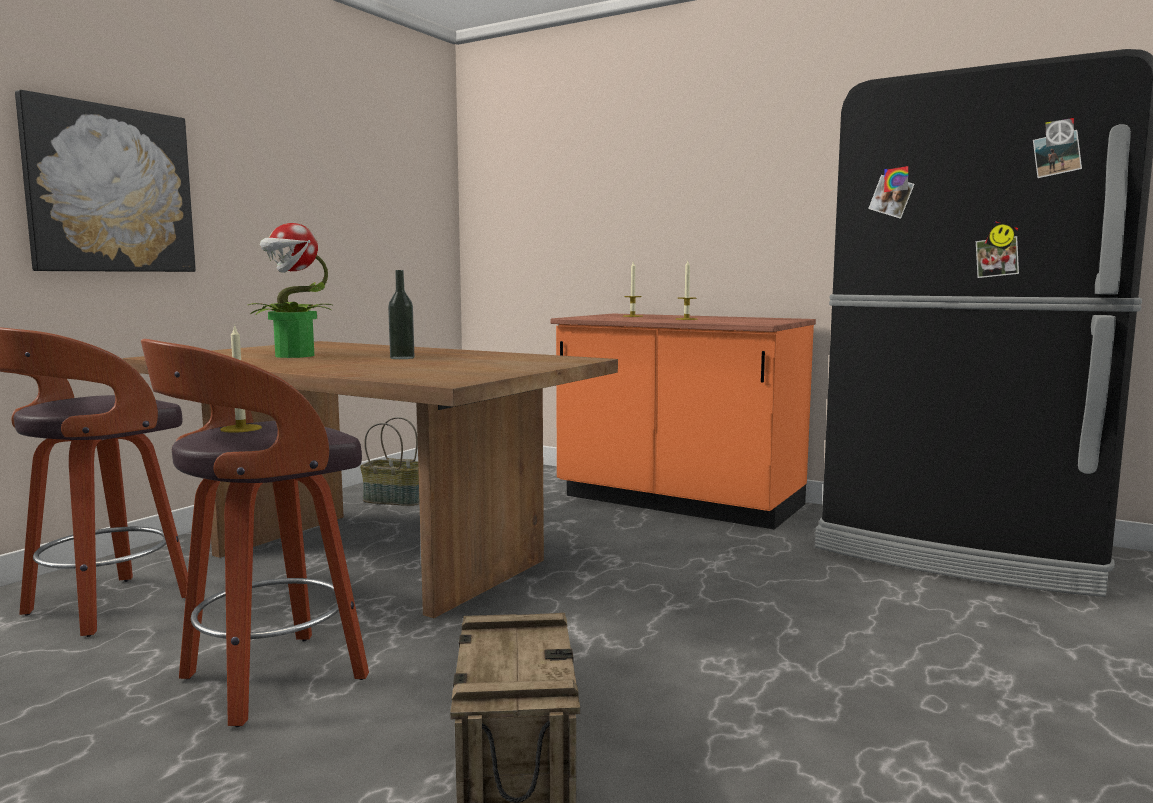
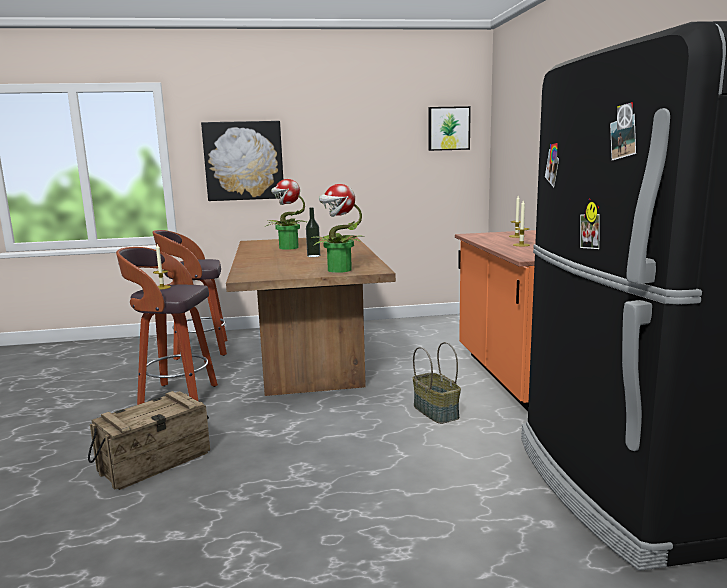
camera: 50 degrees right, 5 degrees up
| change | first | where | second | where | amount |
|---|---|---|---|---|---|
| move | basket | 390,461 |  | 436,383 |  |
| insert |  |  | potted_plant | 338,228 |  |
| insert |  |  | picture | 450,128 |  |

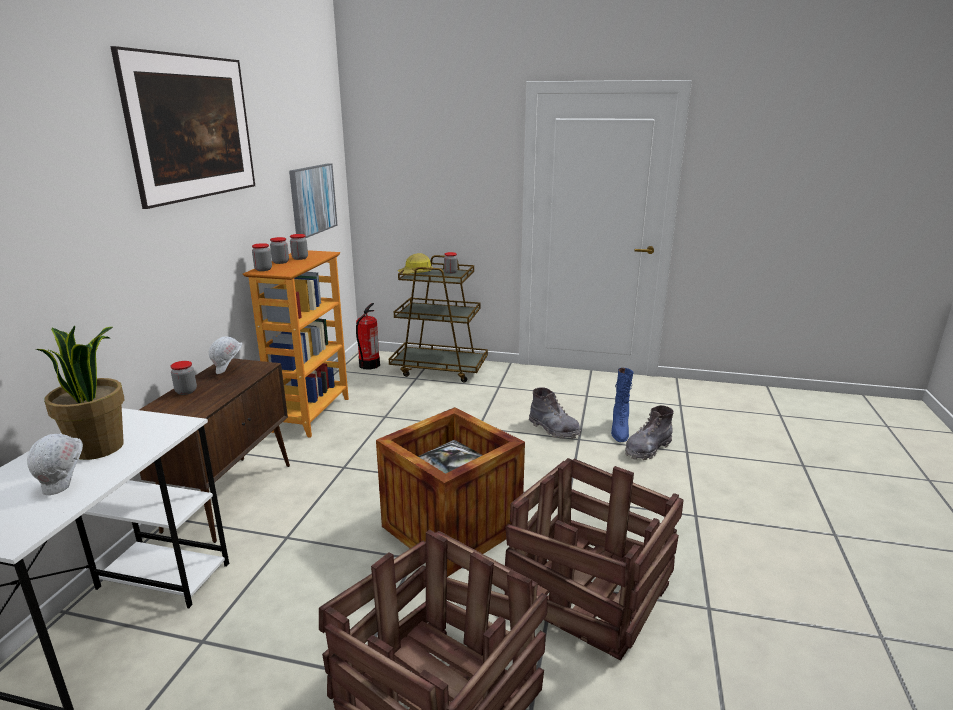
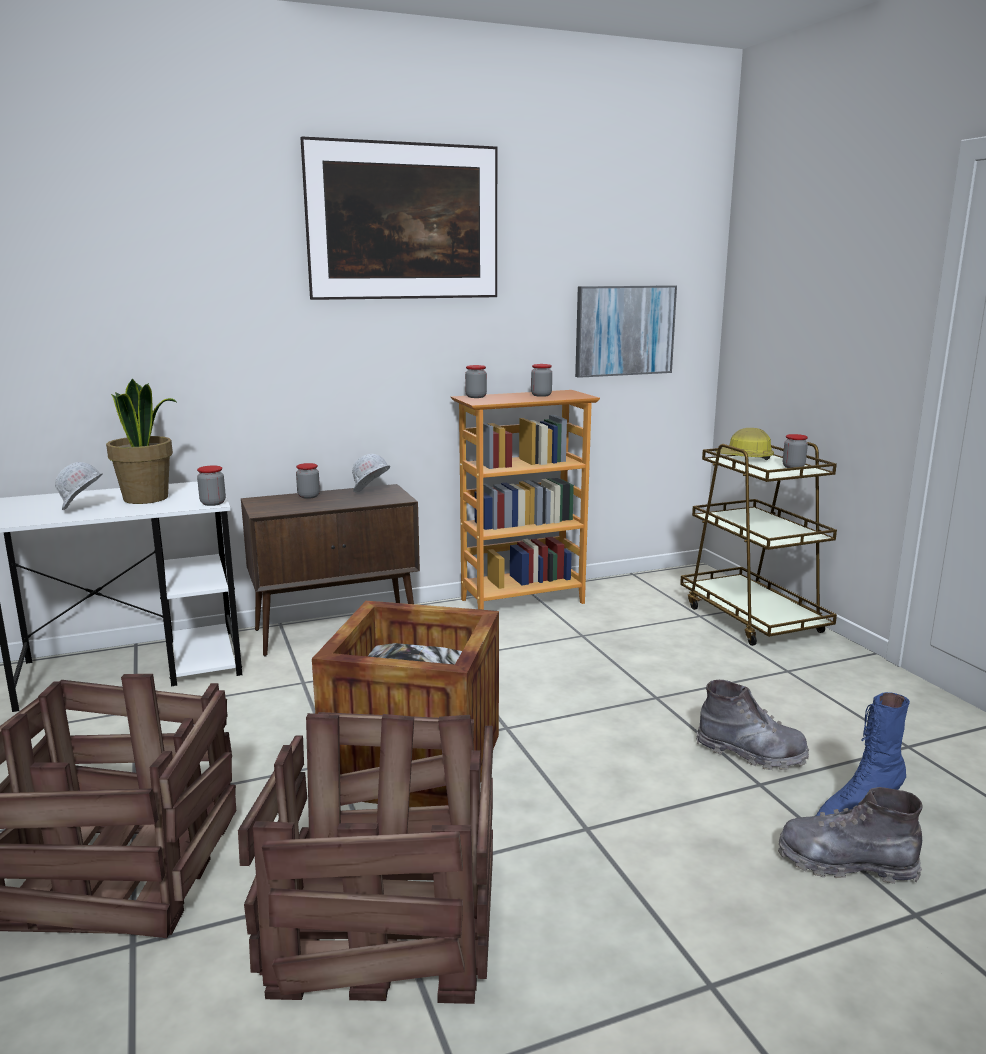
camera: 55 degrees right, 5 degrees down
| change | first | where | second | where | amount |
|---|---|---|---|---|---|
| move | jar | 279,250 |  | 211,485 |  |
| delete | fire_extinguisher | 368,336 |  |  |  |
| rotate | grey_boot | 555,413 |  | 752,725 | 75 degrees counterclockwise |

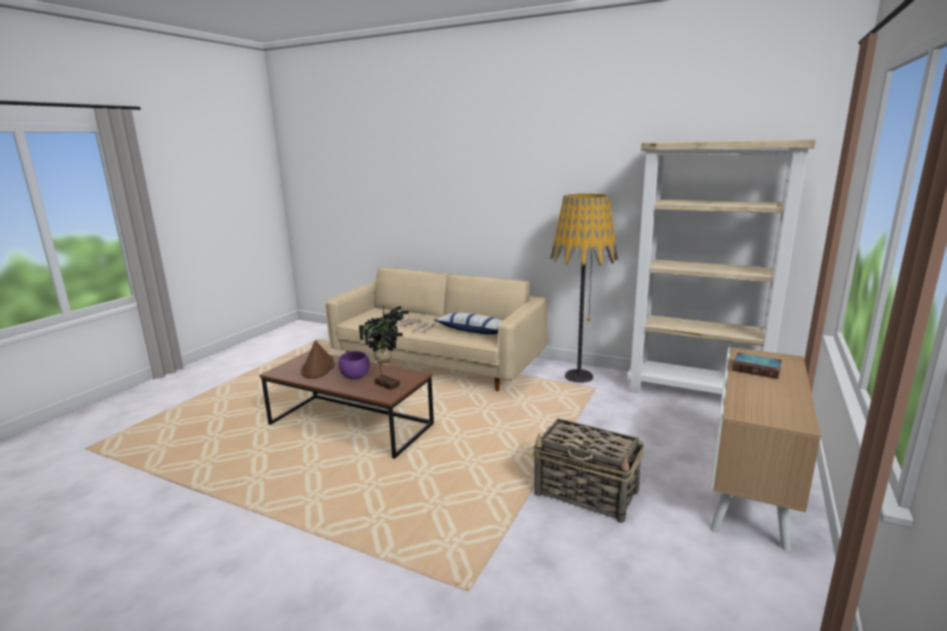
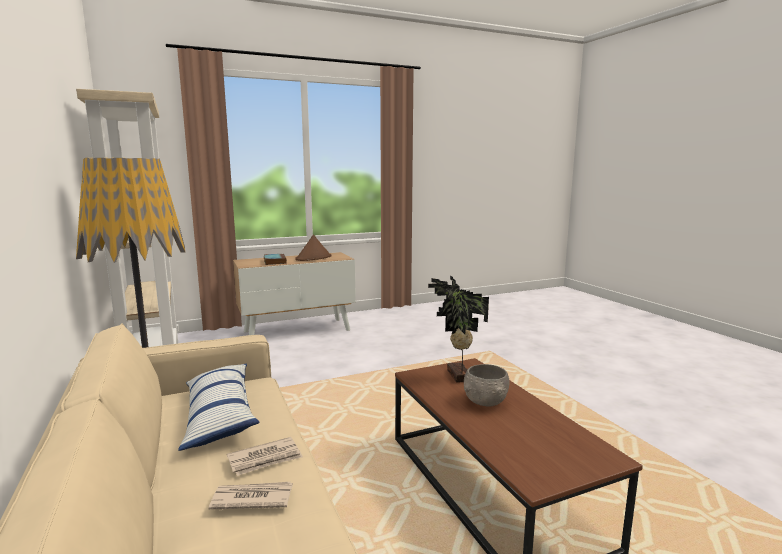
camera: 140 degrees left, 5 degrees down
| change | first | where | second | where | amount |
|---|---|---|---|---|---|
| move | brown_hat | 318,359 |  | 313,248 |  |
| recolor | purple_bowl | 354,365 | grey_bowl | 487,385 |  |
| delete | basket | 588,471 |  |  |  |

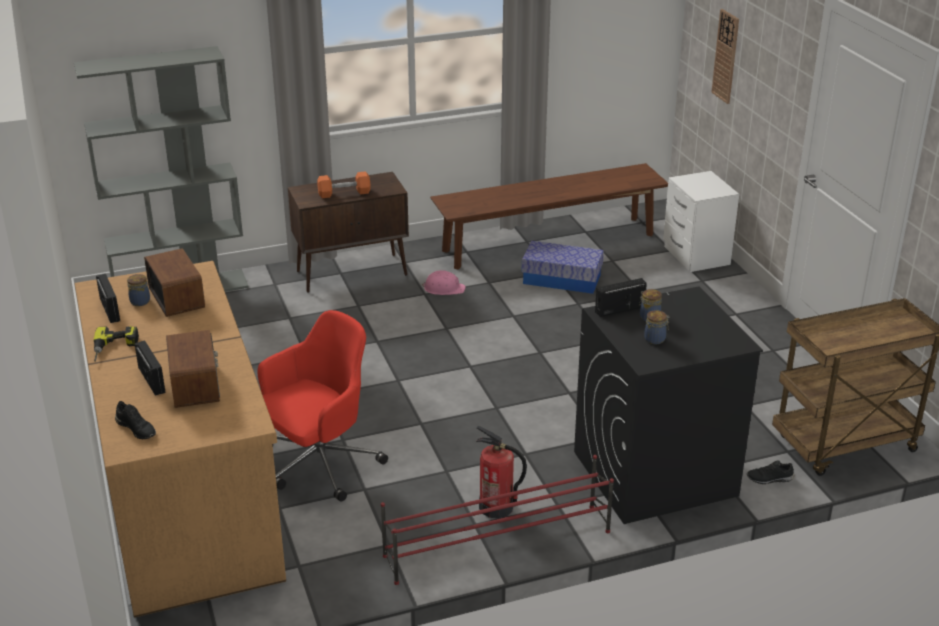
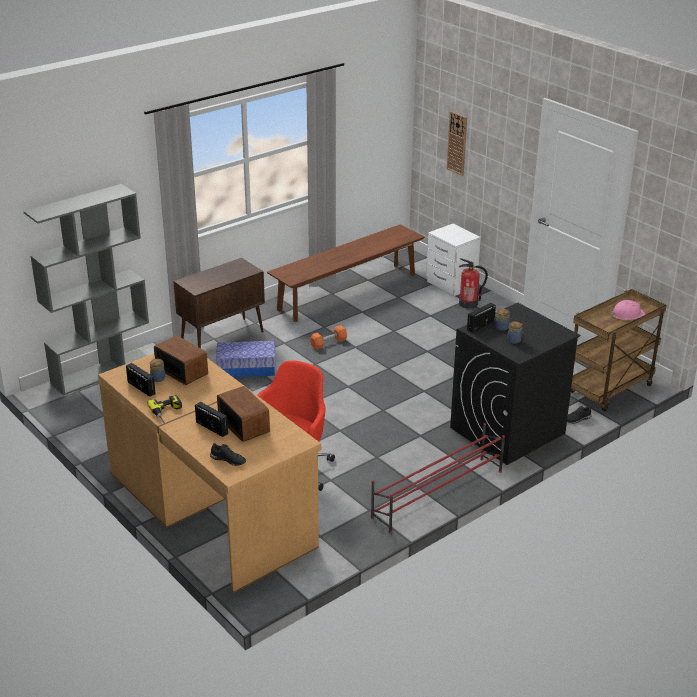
camera: 20 degrees left, 0 degrees up
| change | first | where | second | where | amount |
|---|---|---|---|---|---|
| move | orange_dumbbell | 344,184 |  | 328,337 |  |
| move | pink_hard_hat | 443,282 |  | 628,310 |  |
| move | fire_extinguisher | 501,472 |  | 473,283 |  |
| move | storage_box | 563,267 |  | 246,359 |  |

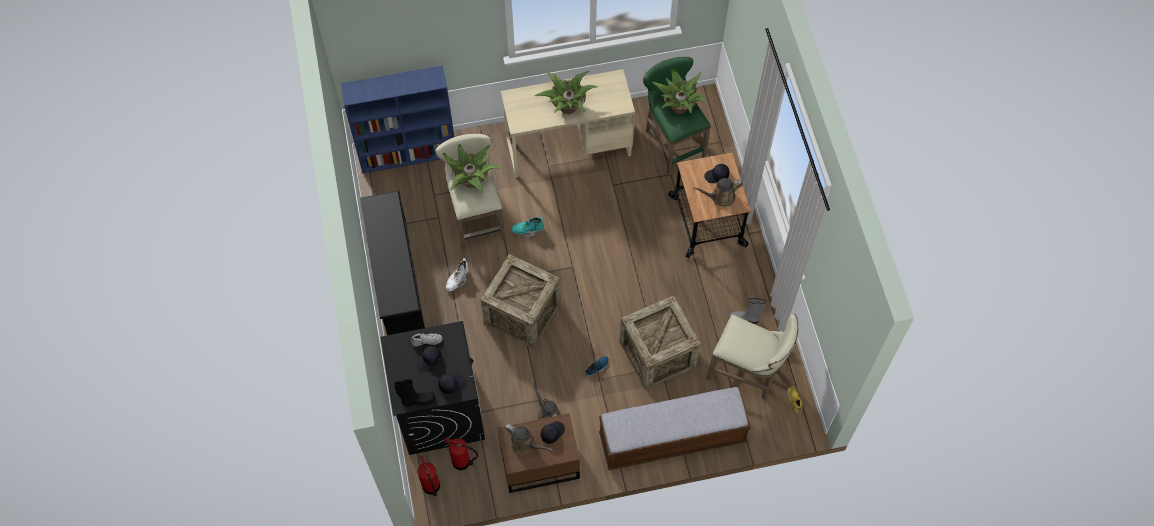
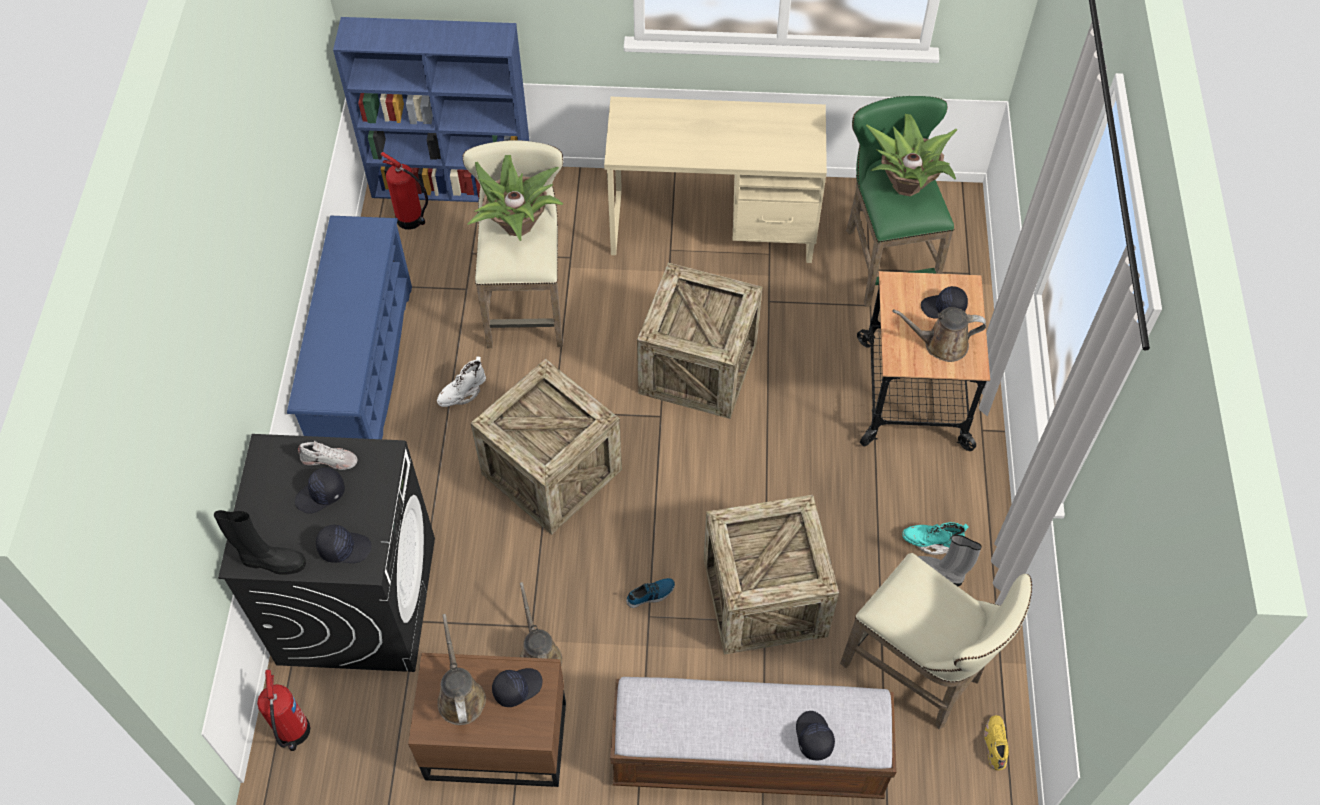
camera: 15 degrees right, 5 degrees down
| change | first | where | second | where | amount |
|---|---|---|---|---|---|
| recolor | black_shoe_rack | 392,263 | blue_shoe_rack | 349,327 |  |
| move | fire_extinguisher | 461,454 |  | 404,191 |  |
| rotate | brown_watering_can | 528,439 |  | 461,669 | 150 degrees counterclockwise |
| move | turquoise_boot | 527,227 |  | 935,538 |  |
| delete | potted_plant | 566,92 |  |  |  |
| insert |  |  | crate | 700,341 |  |
| insert |  |  | black_cap | 815,736 |  |

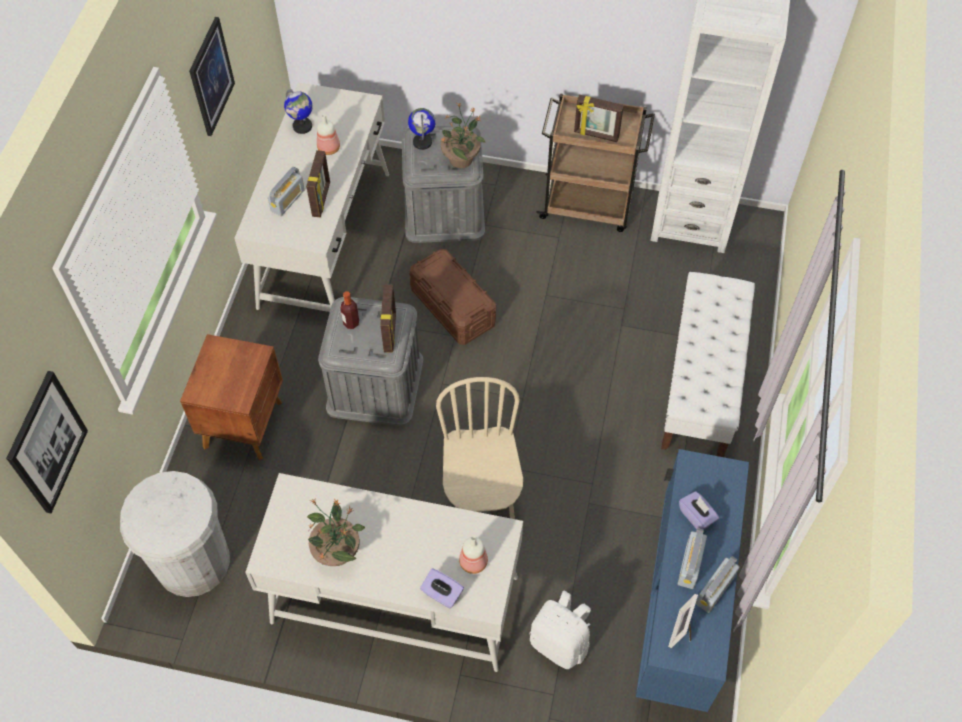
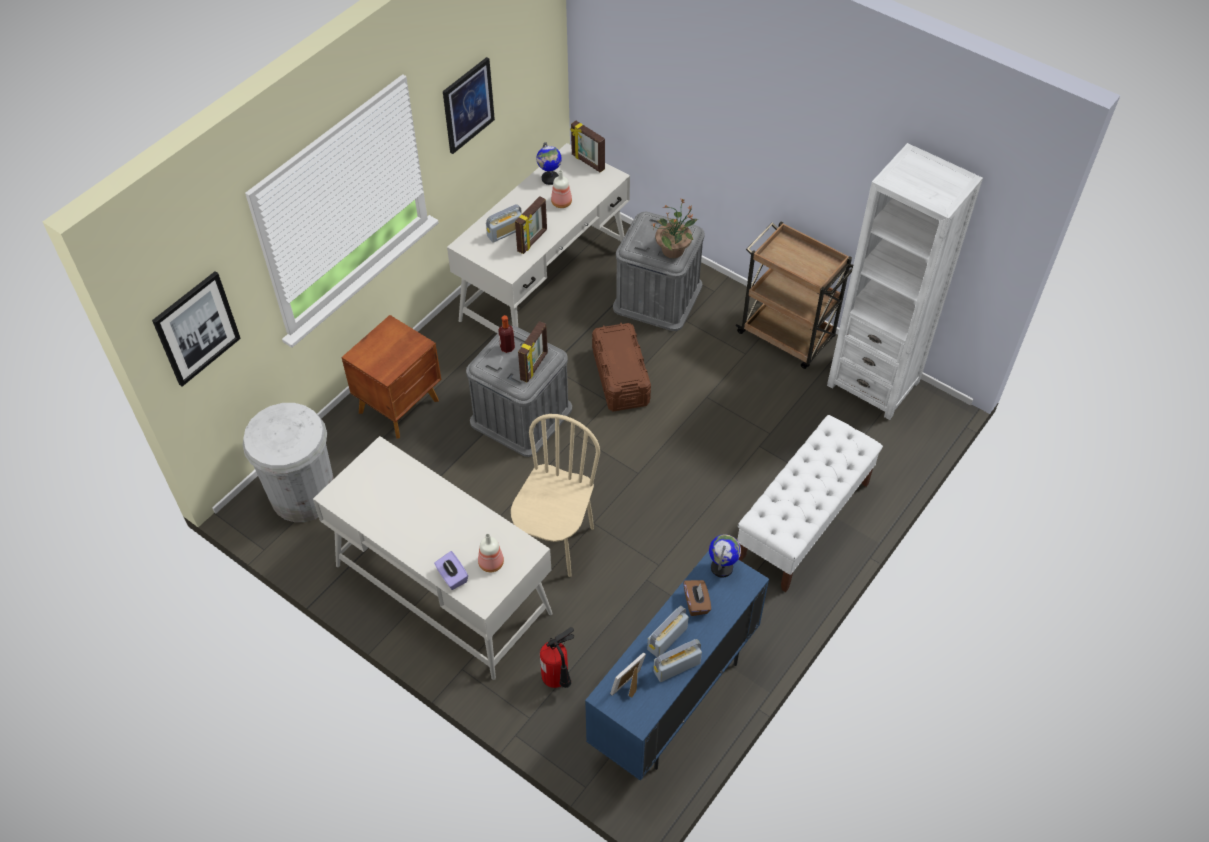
camera: 25 degrees right, 5 degrees down
| change | first | where | second | where | amount |
|---|---|---|---|---|---|
| delete | potted_plant | 336,532 |  |  |  |
| move | globe | 422,129 |  | 725,556 |  |
| replace | white_backpack | 560,629 | fire_extinguisher | 557,657 |  |
| move | picture_frame | 599,118 |  | 587,146 |  |
| recolor | purple_tissue_box | 699,510 | brown_tissue_box | 697,598 |  |

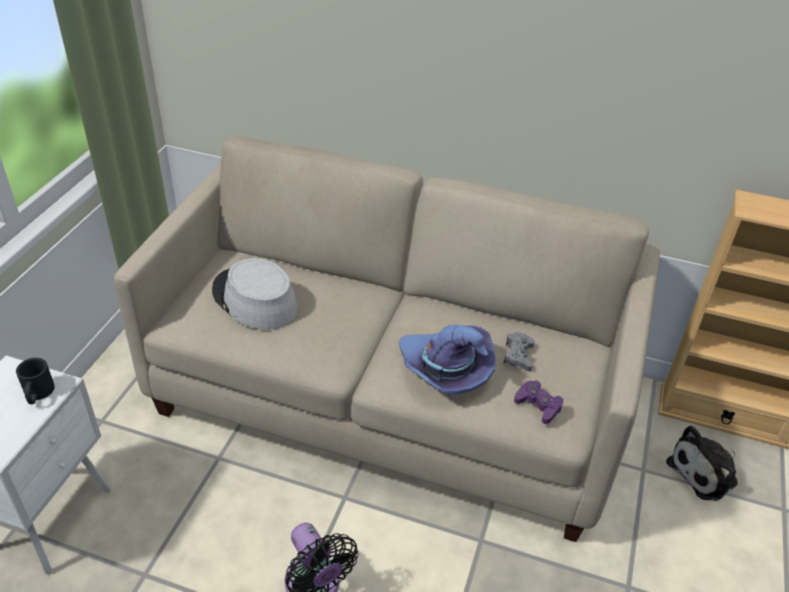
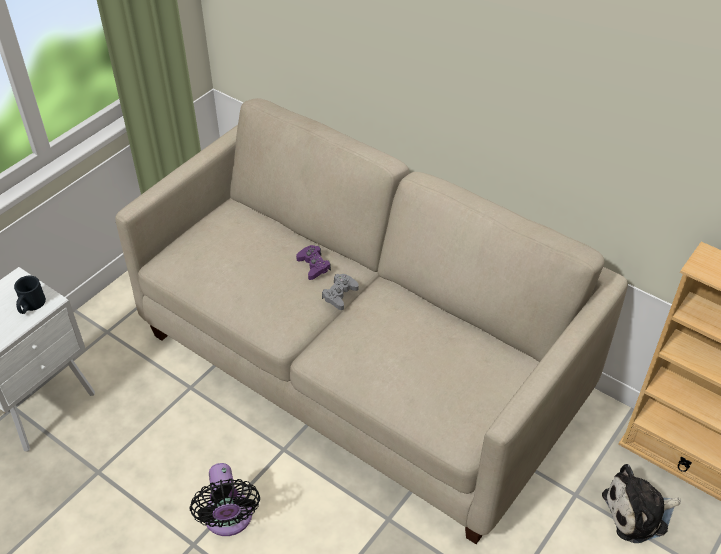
camera: 20 degrees right, 5 degrees up
| change | first | where | second | where | amount |
|---|---|---|---|---|---|
| delete | grey_hat | 255,294 |  |  |  |
| delete | purple_hat | 447,360 |  |  |  |
| move | grey_game_controller | 519,351 |  | 340,292 |  |
| move | purple_game_controller | 539,402 |  | 313,262 |  |

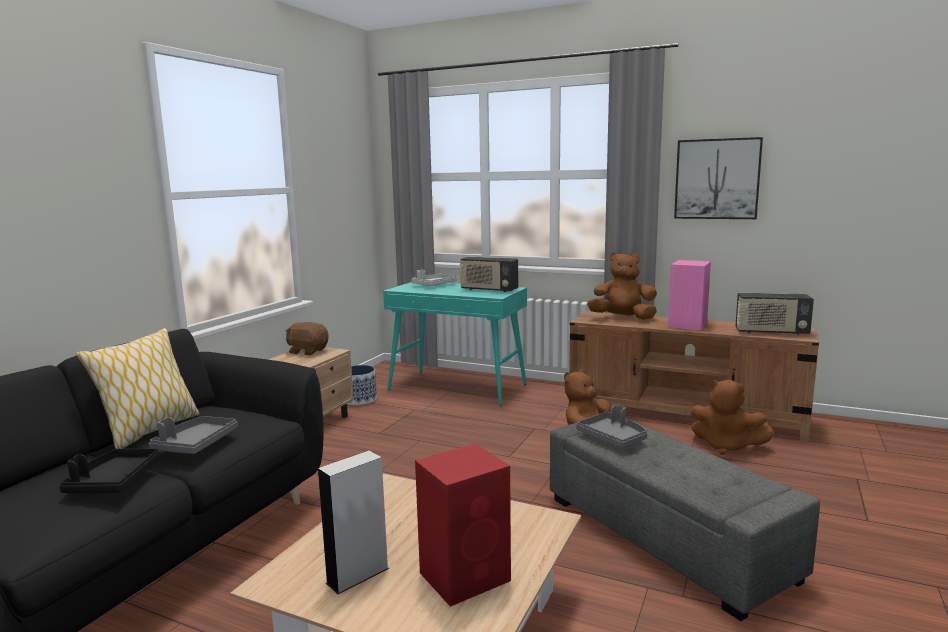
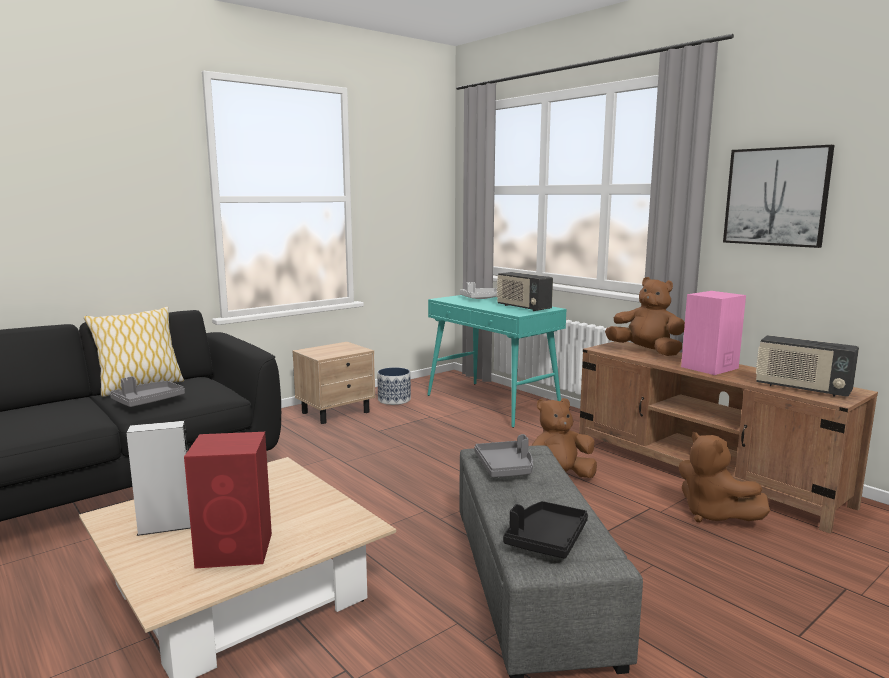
camera: 25 degrees right, 0 degrees up
| change | first | where | second | where | amount |
|---|---|---|---|---|---|
| move | black_tray | 110,471 |  | 545,530 |  |
| delete | brown_plush_toy | 307,338 |  |  |  |

